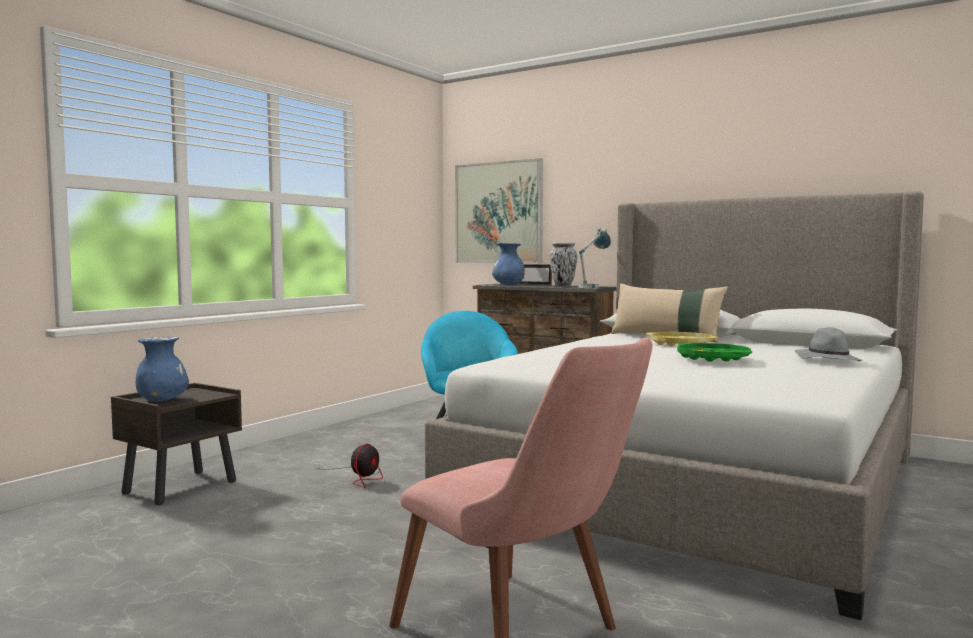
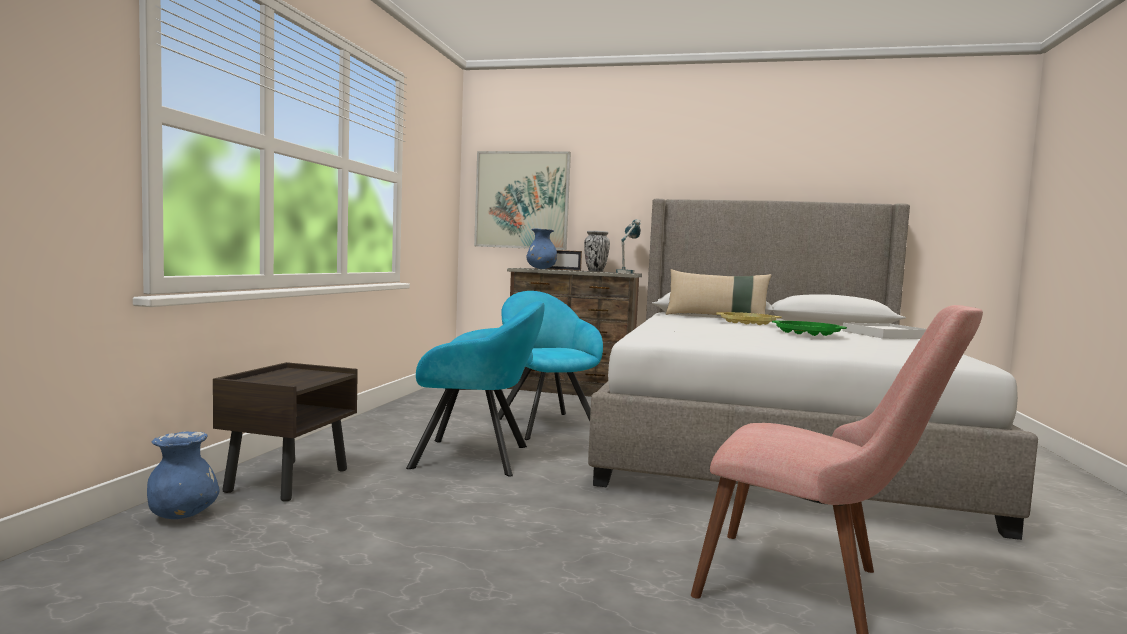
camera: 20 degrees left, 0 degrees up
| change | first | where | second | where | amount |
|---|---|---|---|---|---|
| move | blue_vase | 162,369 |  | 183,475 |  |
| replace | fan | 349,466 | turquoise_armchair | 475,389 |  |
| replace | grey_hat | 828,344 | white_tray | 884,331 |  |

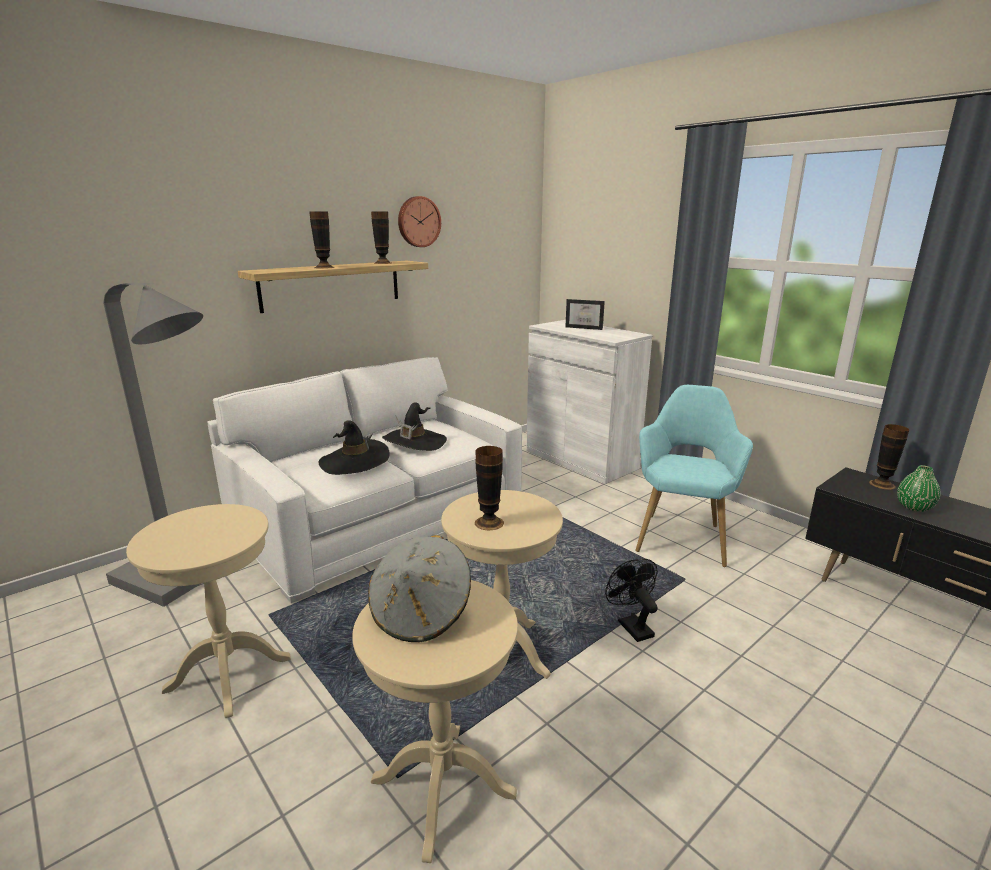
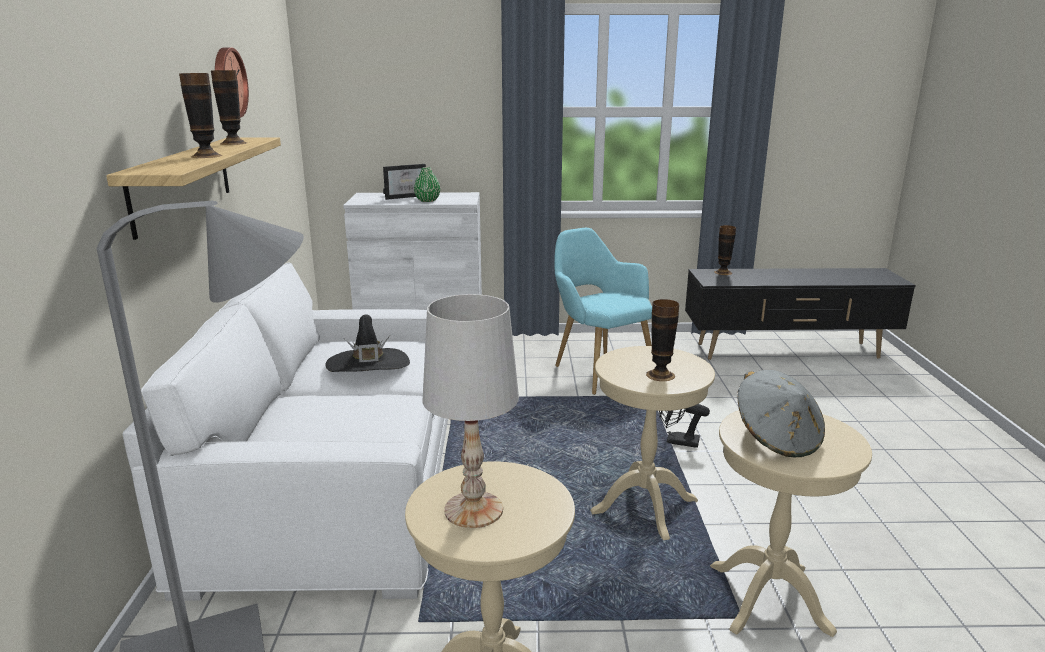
camera: 50 degrees left, 0 degrees up
| change | first | where | second | where | amount |
|---|---|---|---|---|---|
| delete | black_hat | 354,447 |  |  |  |
| move | green_vase | 918,488 |  | 427,184 |  |
| insert |  |  | white_table_lamp | 471,411 |  |

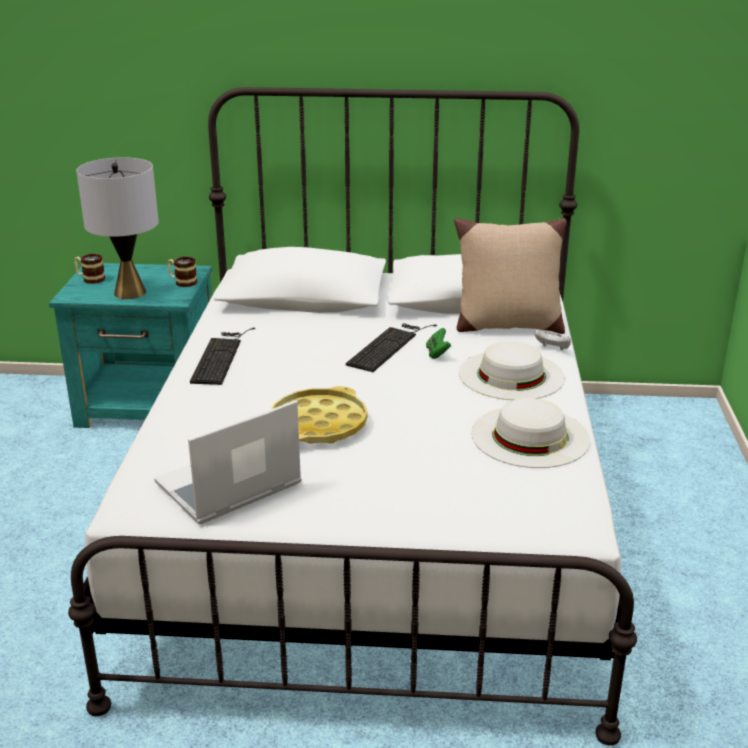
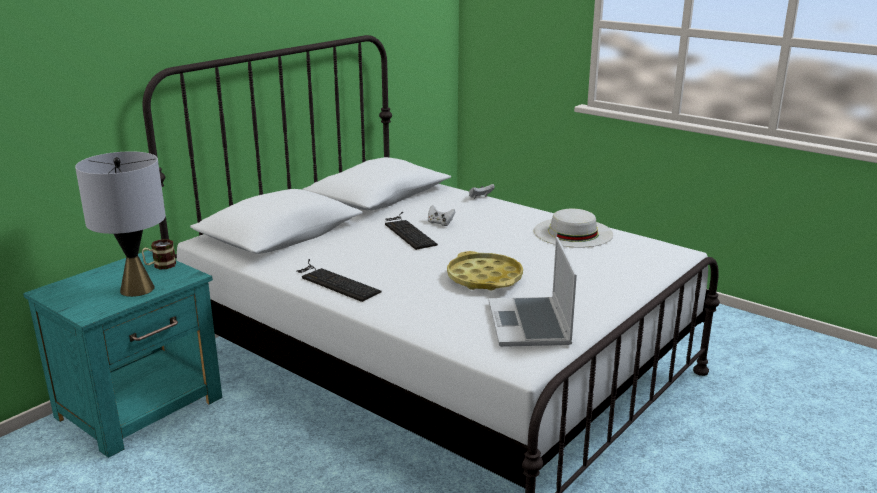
camera: 55 degrees left, 5 degrees down
| change | first | where | second | where | amount |
|---|---|---|---|---|---|
| delete | mug | 89,269 |  |  |  |
| recolor | green_game_controller | 438,343 | white_game_controller | 442,215 |  |
| delete | beige_pillow | 510,276 |  |  |  |
| delete | white_hat | 512,370 |  |  |  |

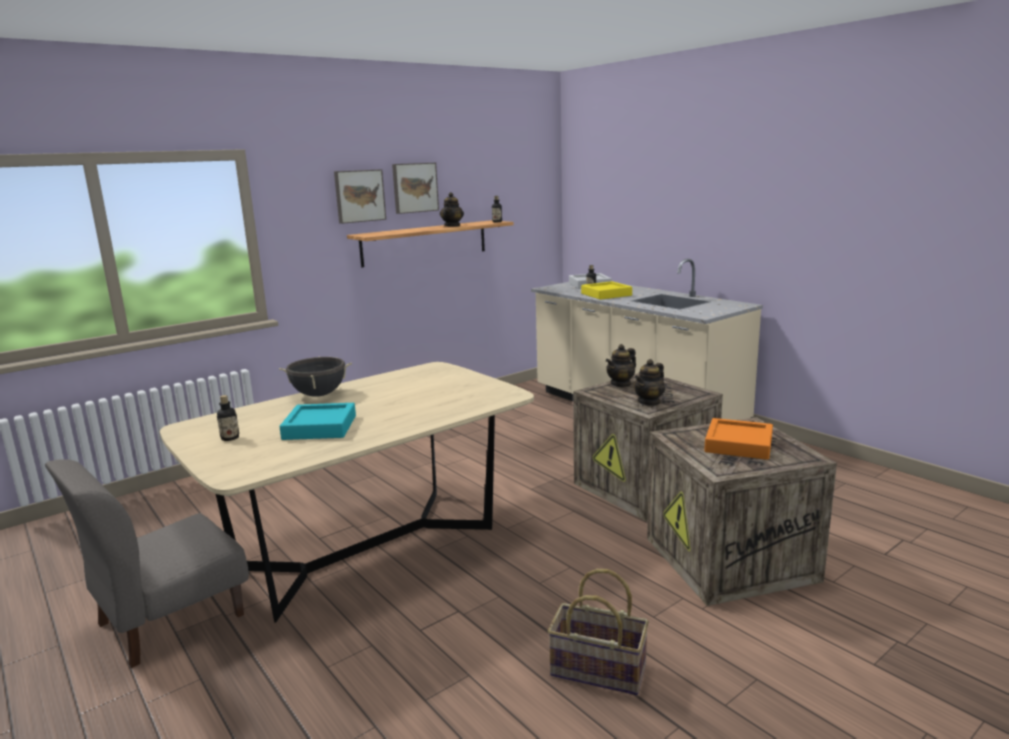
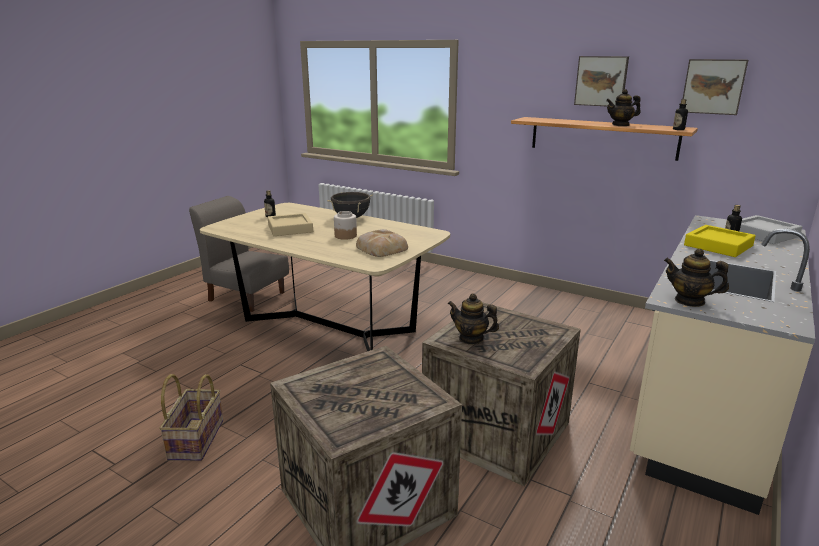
camera: 70 degrees right, 5 degrees up
| change | first | where | second | where | amount |
|---|---|---|---|---|---|
| recolor | turquoise_tray | 318,421 | beige_tray | 290,224 |  |
| move | picture | 360,196 |  | 715,87 |  |
| move | teapot | 621,366 |  | 696,278 |  |
| delete | orange_tray | 738,439 |  |  |  |
| insert |  |  | jar | 345,225 |  |
| insert |  |  | bread | 382,243 |  |

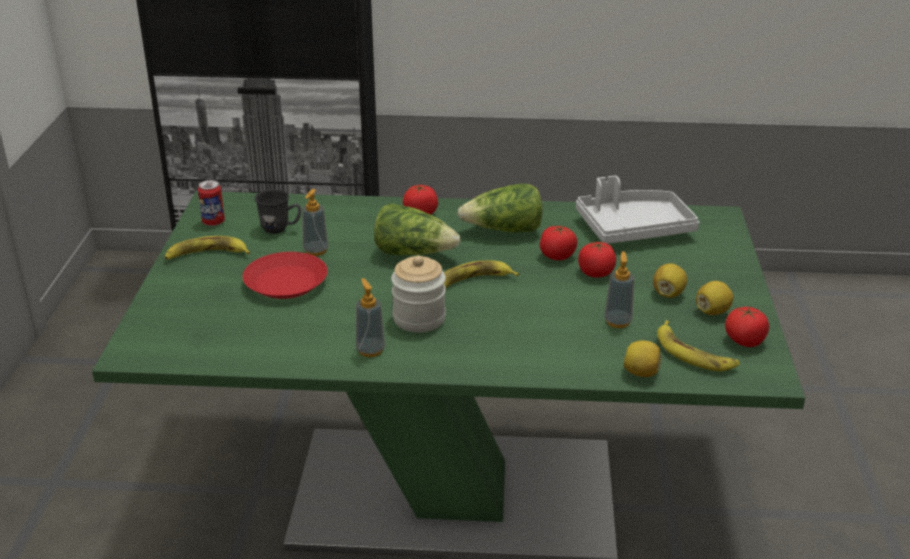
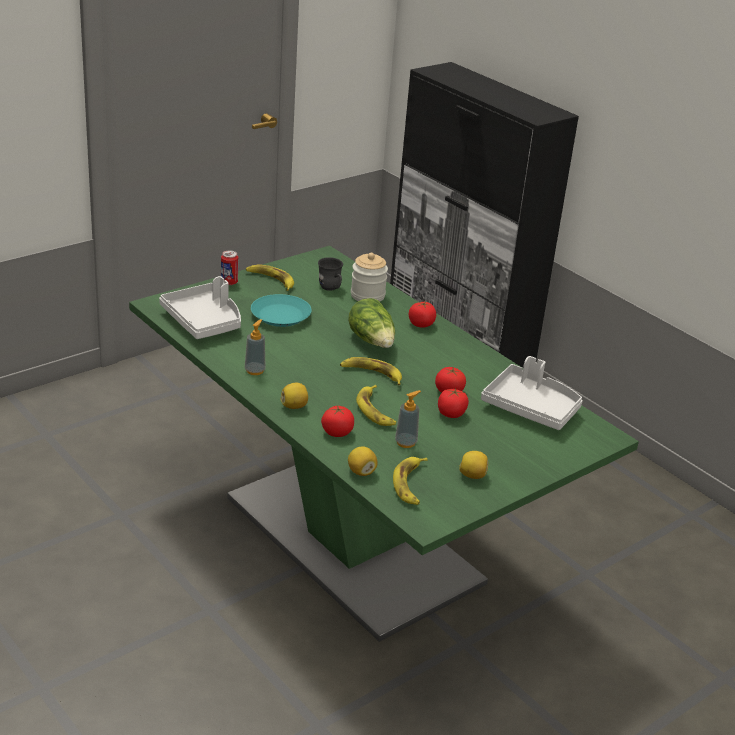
camera: 45 degrees right, 0 degrees up
| change | first | where | second | where | amount |
|---|---|---|---|---|---|
| move | can | 211,203 |  | 229,267 |  |
| recolor | red_plate | 285,275 | turquoise_plate | 281,310 |  |
| delete | soap_dispenser | 315,222 |  |  |  |
| move | jar | 418,294 |  | 369,277 |  |
| delete | lettuce | 500,208 |  |  |  |
| move | lemon | 670,280 |  | 294,396 |  |
| move | tomato | 747,326 |  | 337,421 |  |
| insert |  |  | grey_tray | 200,307 |  |
| insert |  |  | banana | 376,405 |  |

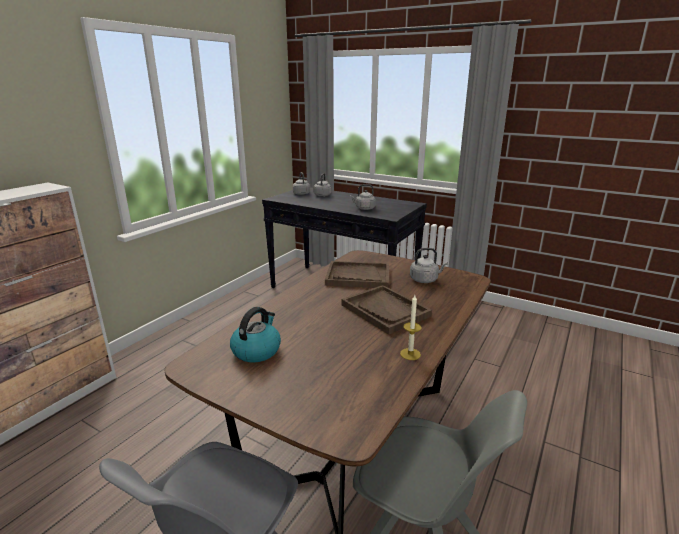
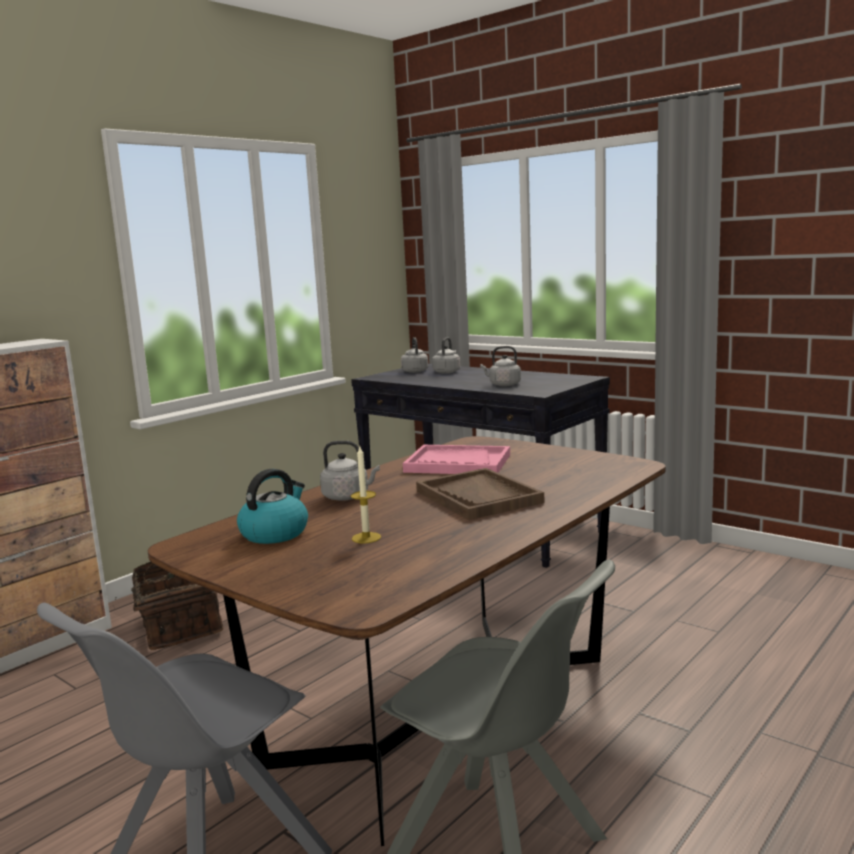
camera: 10 degrees right, 10 degrees down
| change | first | where | second | where | amount |
|---|---|---|---|---|---|
| recolor | brown_tray | 357,274 | pink_tray | 456,459 |  |
| move | candle | 411,327 |  | 366,495 |  |
| move | grey_kettle | 429,265 |  | 350,471 |  |
| insert |  |  | basket | 169,606 |  |

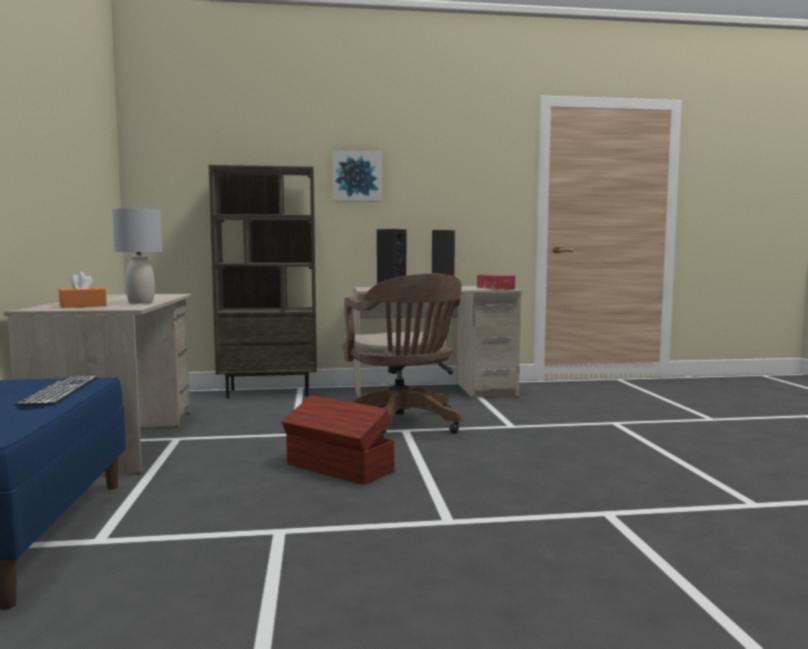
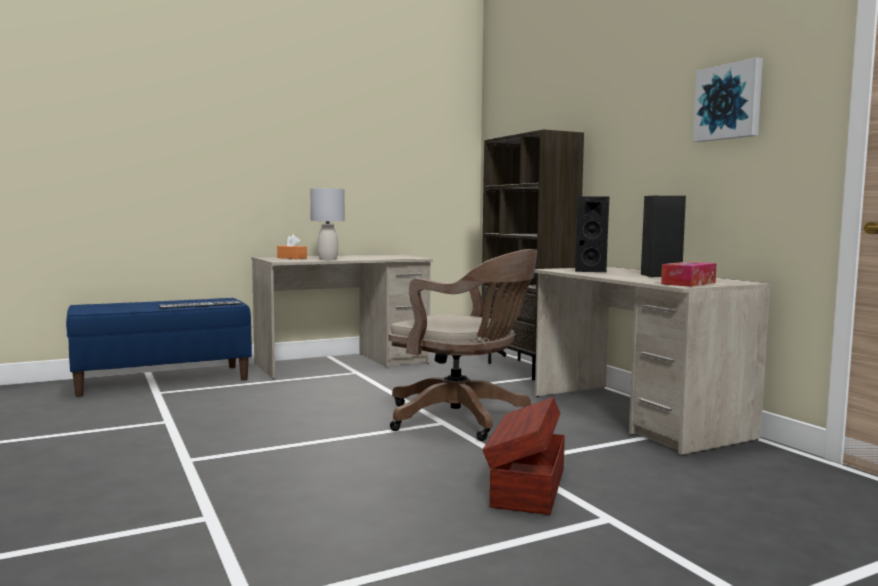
camera: 70 degrees right, 0 degrees up
| change | first | where | second | where | amount |
|---|---|---|---|---|---|
| move | brown_storage_box | 338,440 |  | 523,456 |  |
| move | picture | 357,176 |  | 728,99 |  |
| rotate | brown_office_chair | 402,355 |  | 462,345 | 105 degrees counterclockwise |

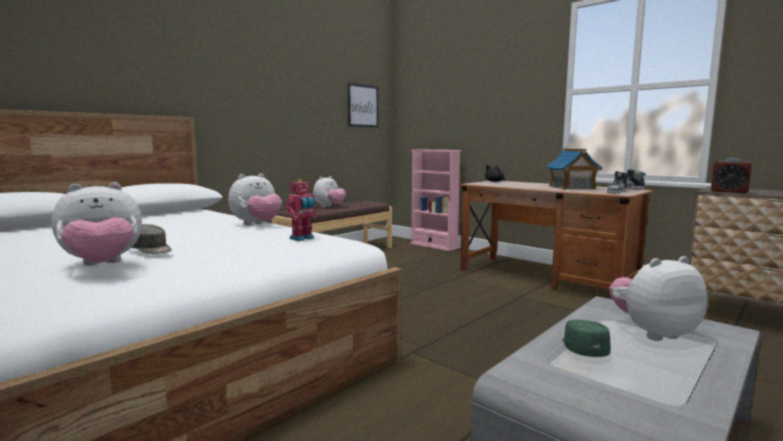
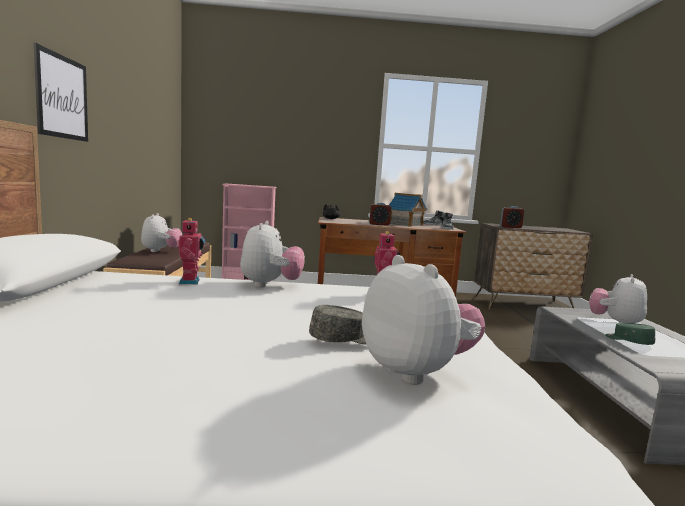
camera: 45 degrees left, 0 degrees up
| change | first | where | second | where | amount |
|---|---|---|---|---|---|
| rotate | plush_toy | 97,224 |  | 423,320 | 45 degrees counterclockwise |
| move | picture | 363,105 |  | 60,92 |  |
| insert |  |  | toy_robot | 191,251 |  |
| insert |  |  | alarm_clock | 380,214 |  |

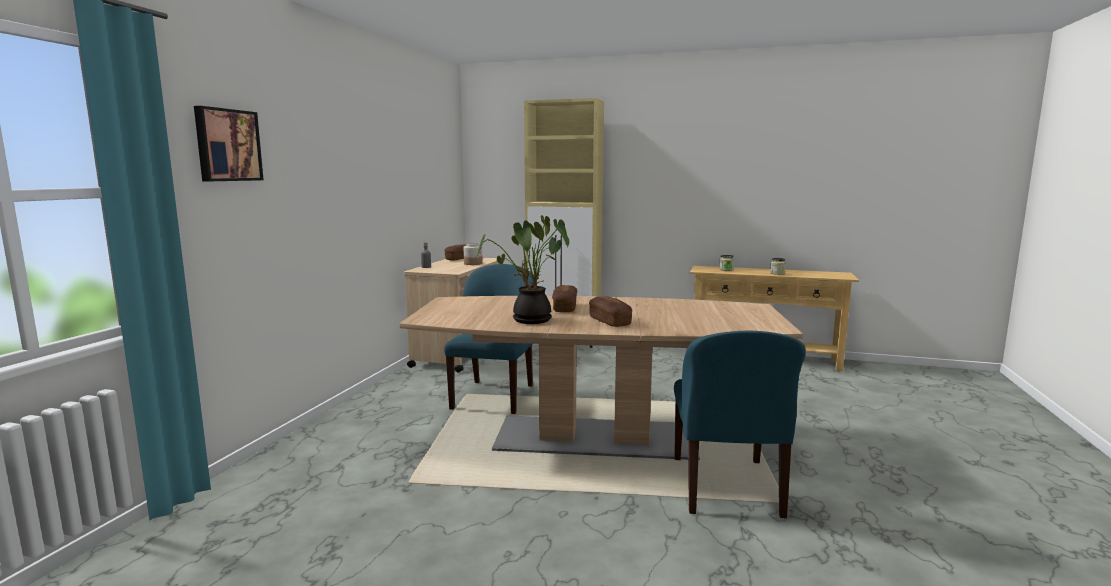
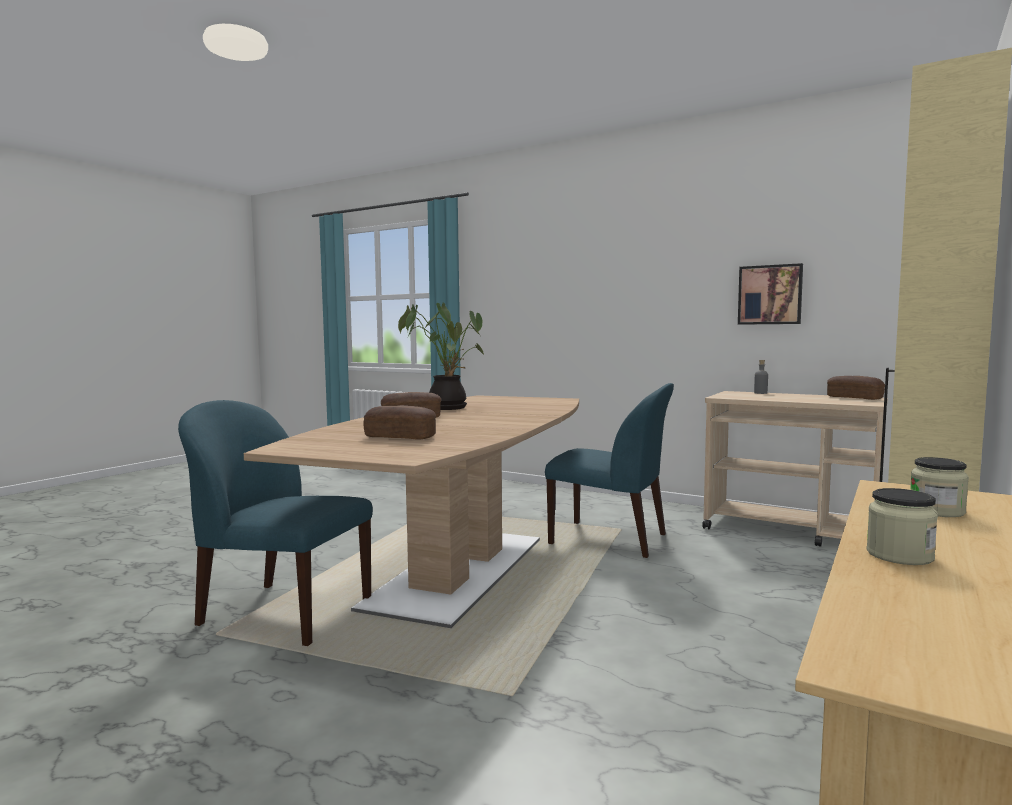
camera: 105 degrees right, 5 degrees down
| change | first | where | second | where | amount |
|---|---|---|---|---|---|
| move | picture | 229,143 |  | 770,294 |  |
| delete | jar | 473,254 |  |  |  |
| move | bread | 564,298 |  | 400,422 |  |

